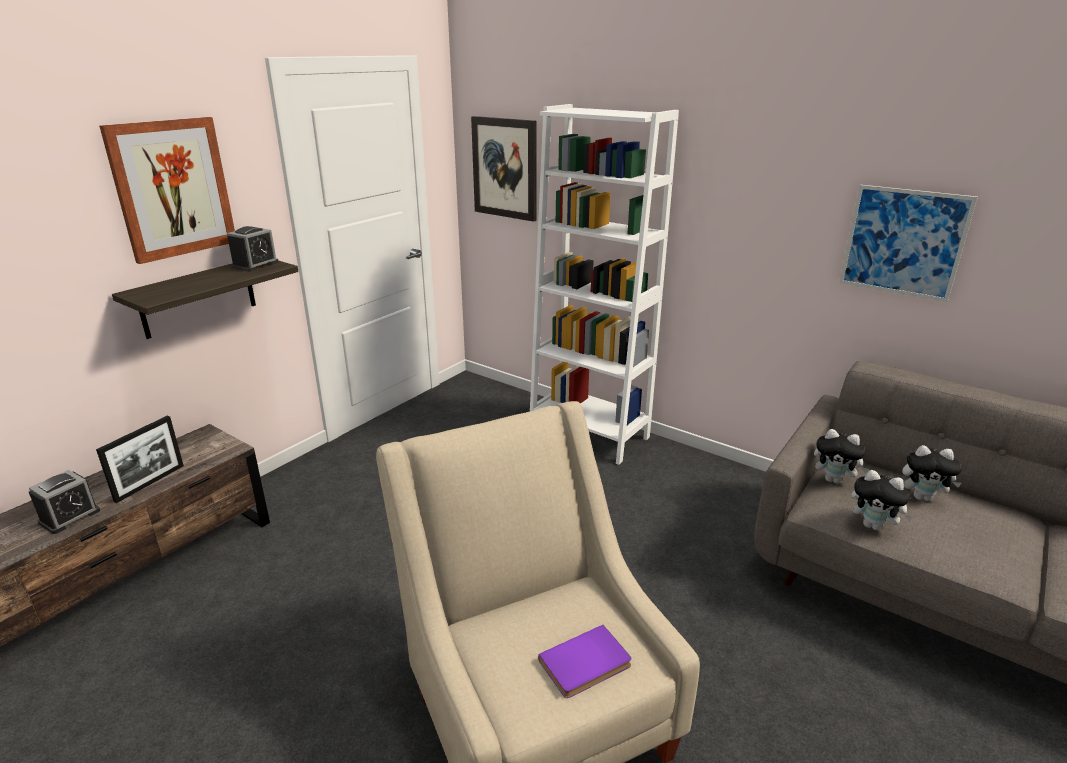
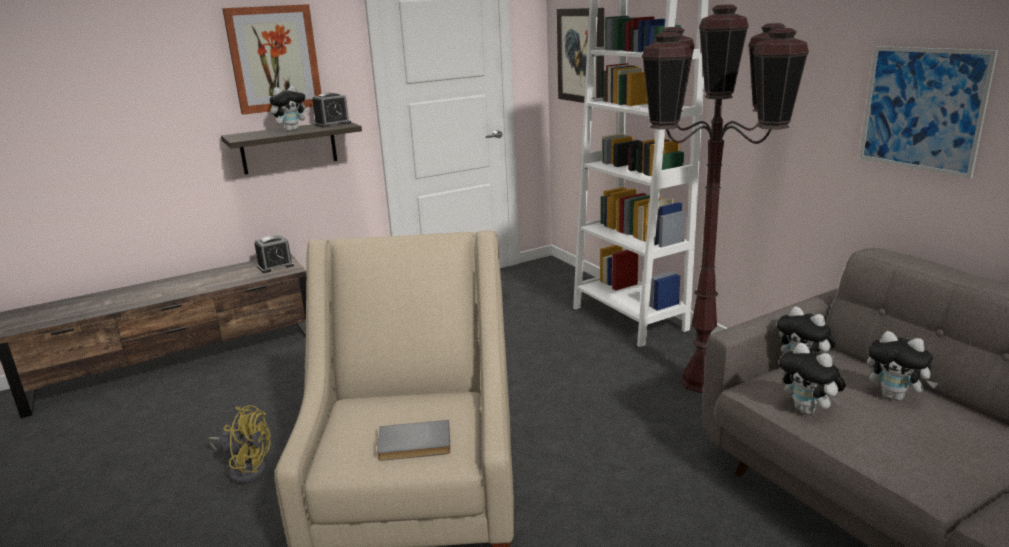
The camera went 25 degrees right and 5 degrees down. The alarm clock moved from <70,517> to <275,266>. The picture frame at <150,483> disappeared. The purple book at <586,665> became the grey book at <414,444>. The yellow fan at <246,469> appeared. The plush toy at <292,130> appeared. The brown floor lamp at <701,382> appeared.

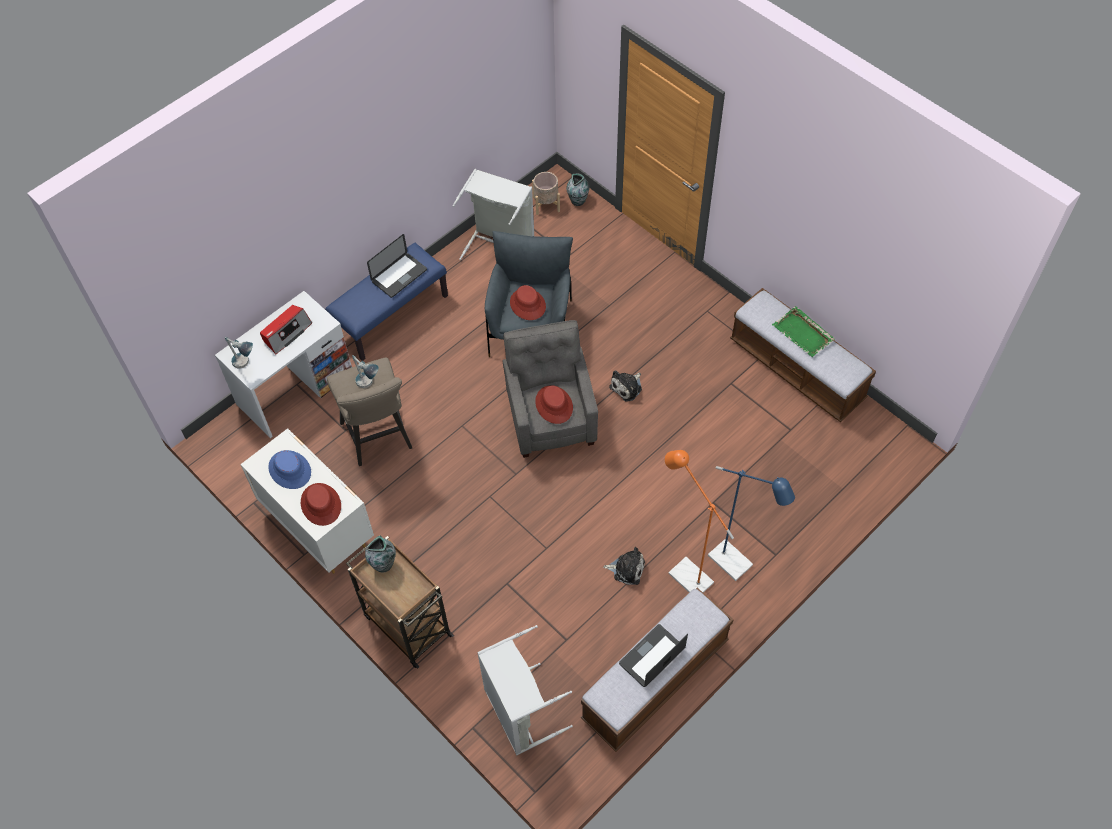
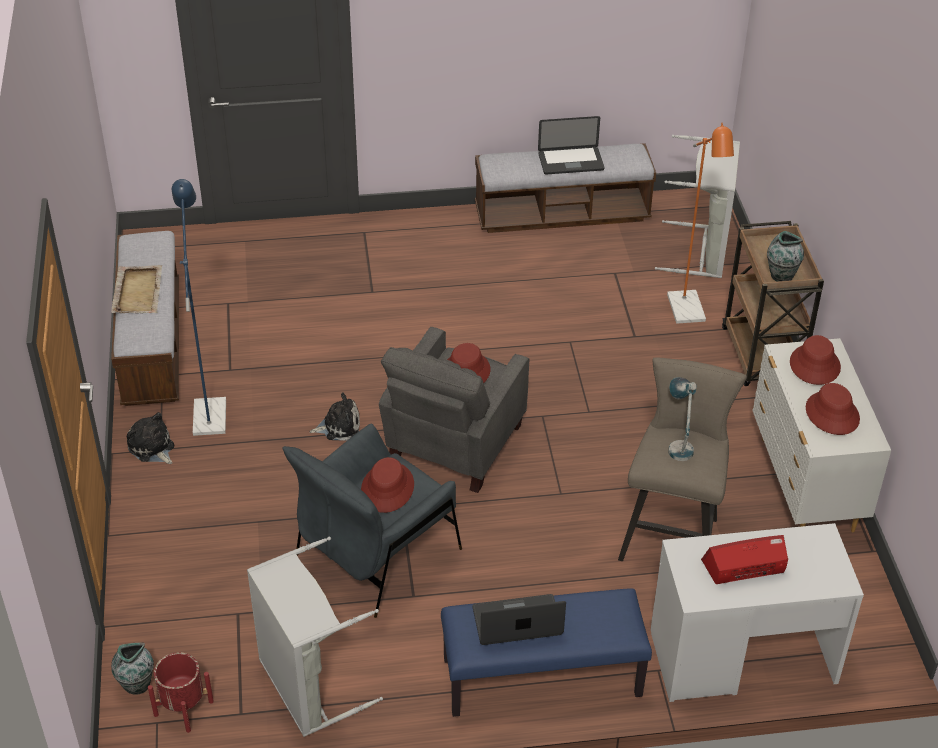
The camera went 145 degrees left and 15 degrees down. The table lamp at <246,365> disappeared. The blue hat at <290,470> became the red hat at <831,414>. The beige planter at <546,204> became the red planter at <184,708>. The plush toy moved from <627,569> to <152,448>. The orange floor lamp moved from <684,573> to <688,314>. The blue floor lamp moved from <736,565> to <209,410>. The green tray at <803,333> became the beige tray at <138,291>.

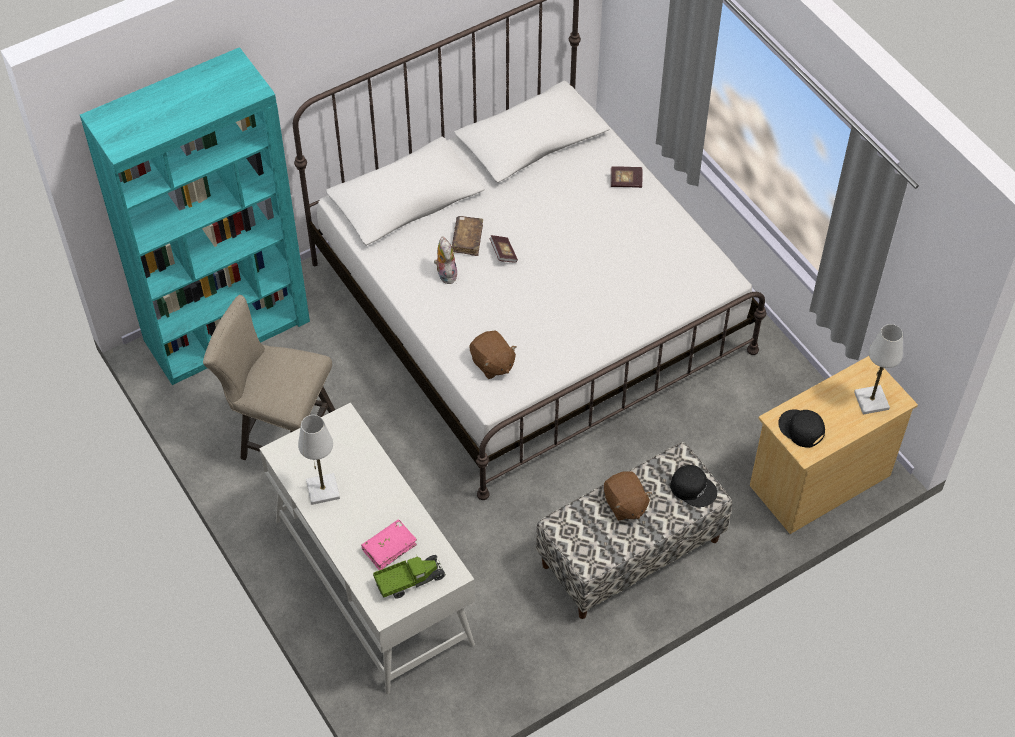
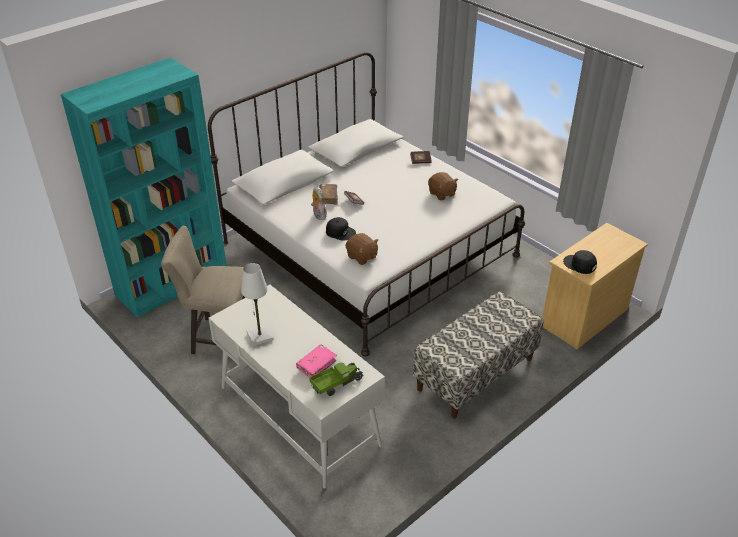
The camera went 10 degrees left and 15 degrees down. The brown plush toy moved from <625,504> to <441,194>. The black cap moved from <693,488> to <340,232>. The white table lamp at <871,400> disappeared.

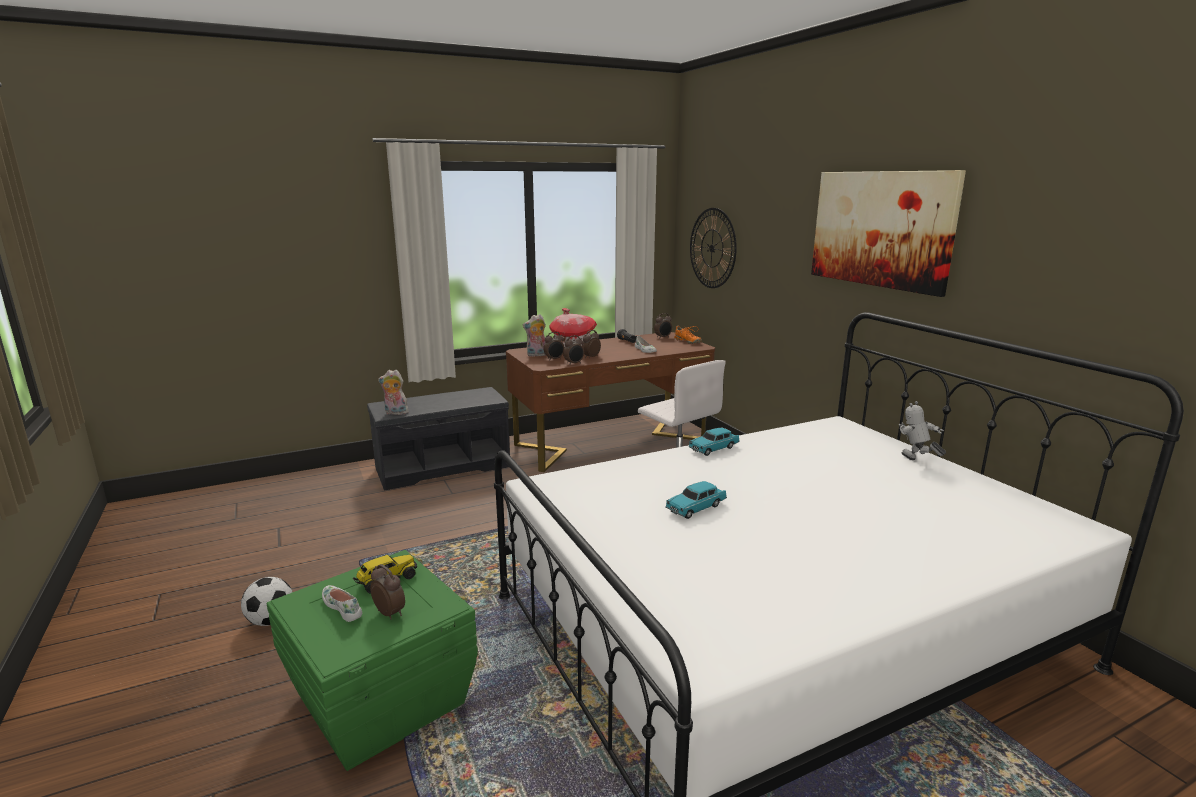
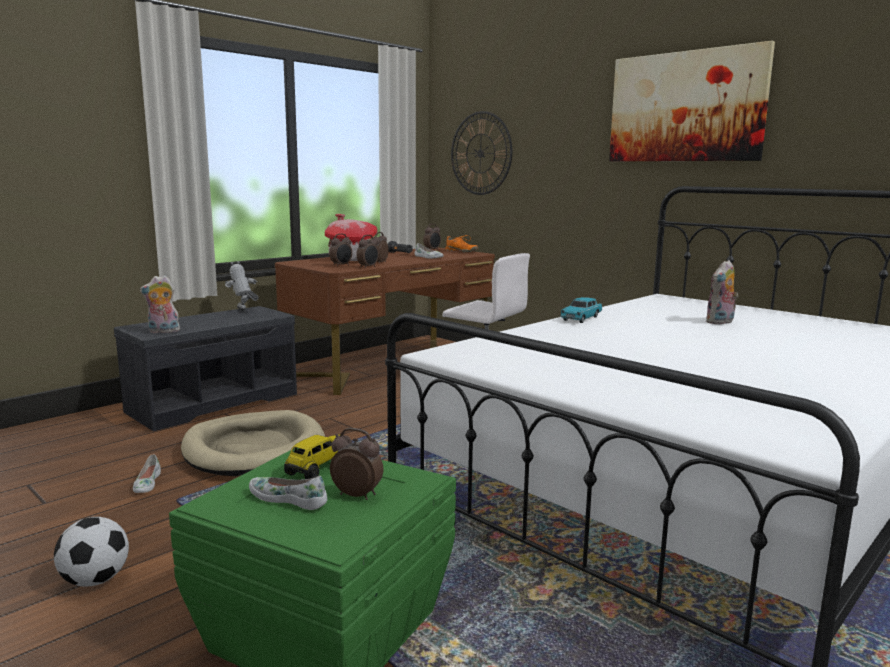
The camera went 20 degrees left and 5 degrees down. The plush toy moved from <537,355> to <720,322>. The turquoise toy car at <696,508> disappeared. The toy robot moved from <915,462> to <244,311>. The white shoe at <146,483> appeared. The beige dog bed at <254,449> appeared.

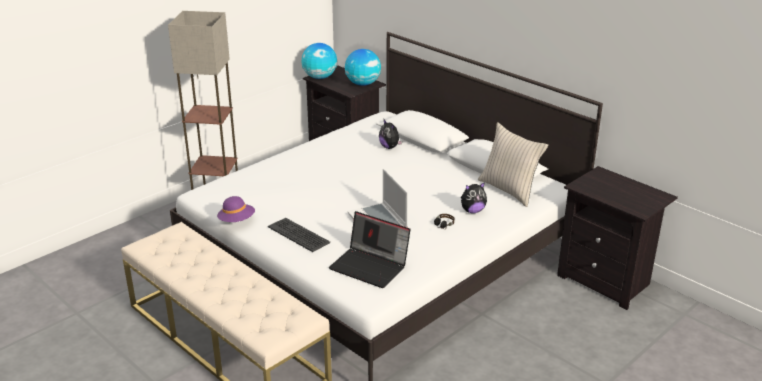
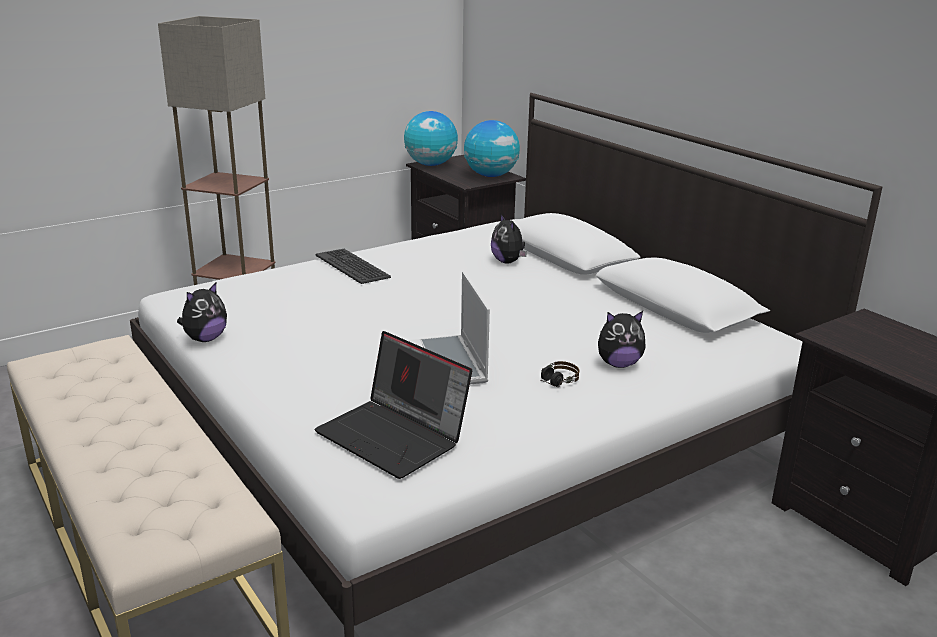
The camera went 10 degrees right and 5 degrees down. The purple hat at <237,221> was replaced by the plush toy at <205,339>. The keyboard moved from <299,235> to <353,266>. The beige pillow at <509,190> disappeared.

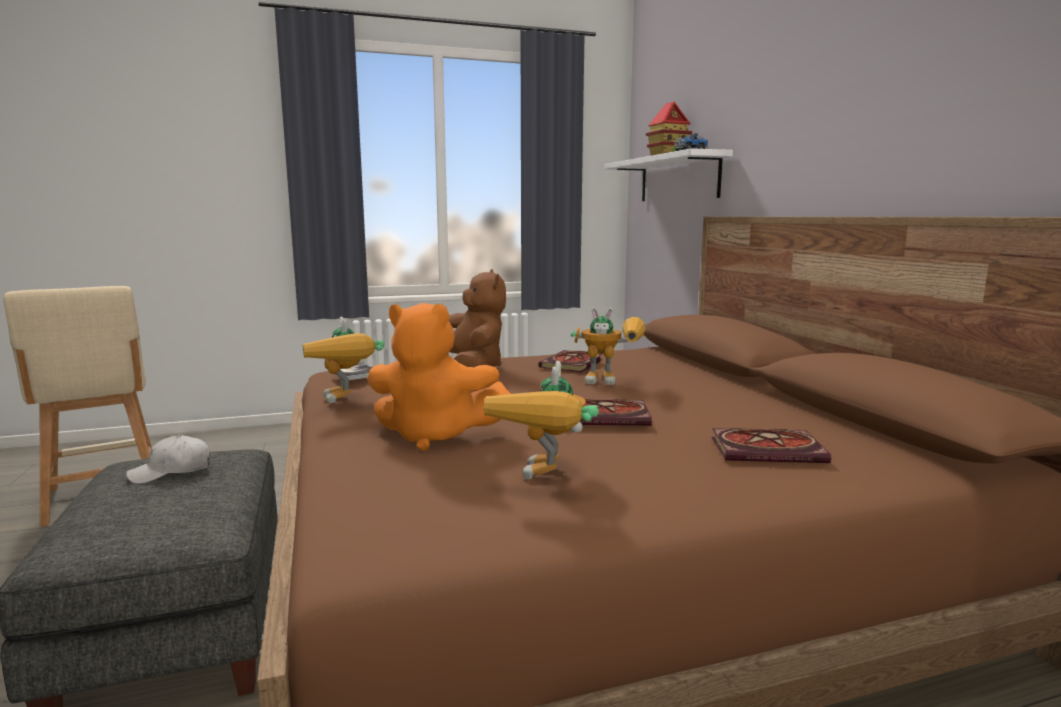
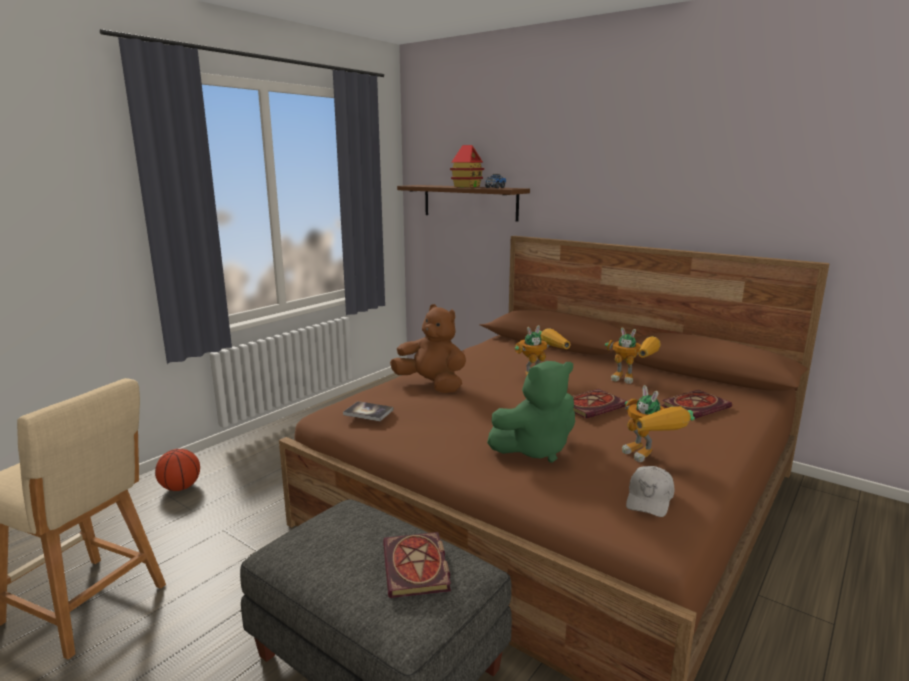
The camera went 35 degrees left and 5 degrees up. The white cap moved from <171,471> to <649,499>. The toy robot moved from <346,401> to <632,380>. The orange plush toy at <435,436> became the green plush toy at <535,449>. The book moved from <572,364> to <417,568>. The white shelf at <678,179> became the brown shelf at <469,202>. The basketball at <180,487> appeared.

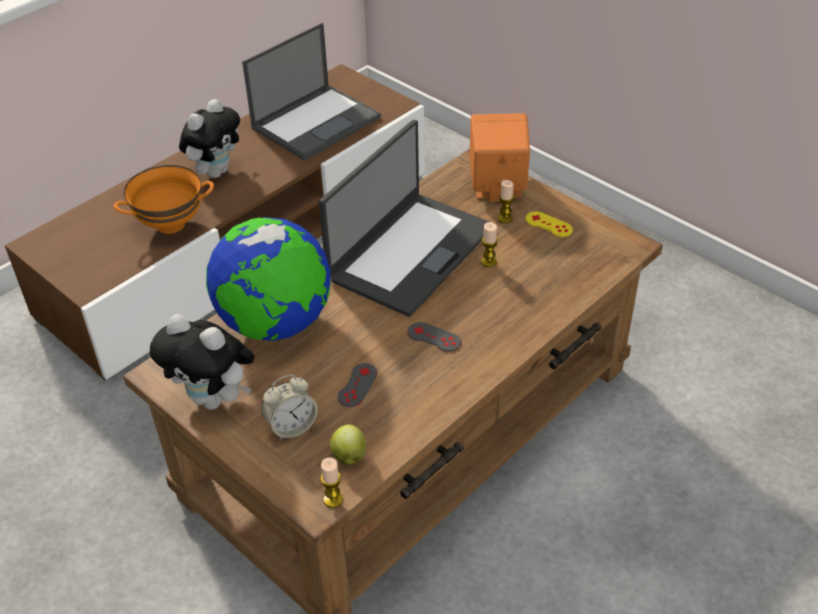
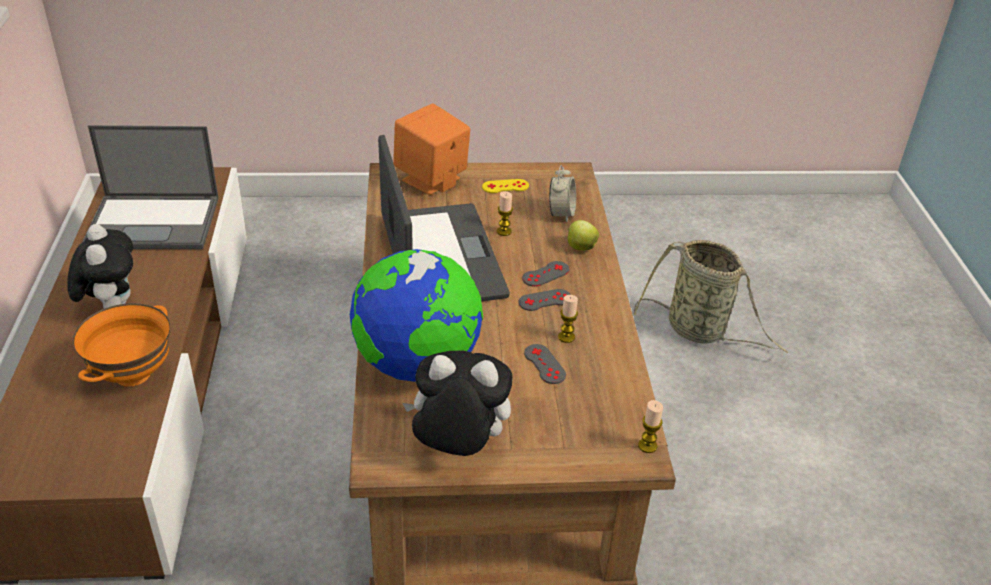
The camera went 50 degrees left and 5 degrees down. The plush toy at <214,399> turned 150 degrees counterclockwise. The laptop at <317,122> turned 90 degrees clockwise. The alarm clock moved from <291,426> to <561,214>. The apple moved from <349,455> to <580,247>. The candle moved from <505,218> to <566,337>. The grey game controller at <545,274> appeared. The basket at <700,331> appeared.

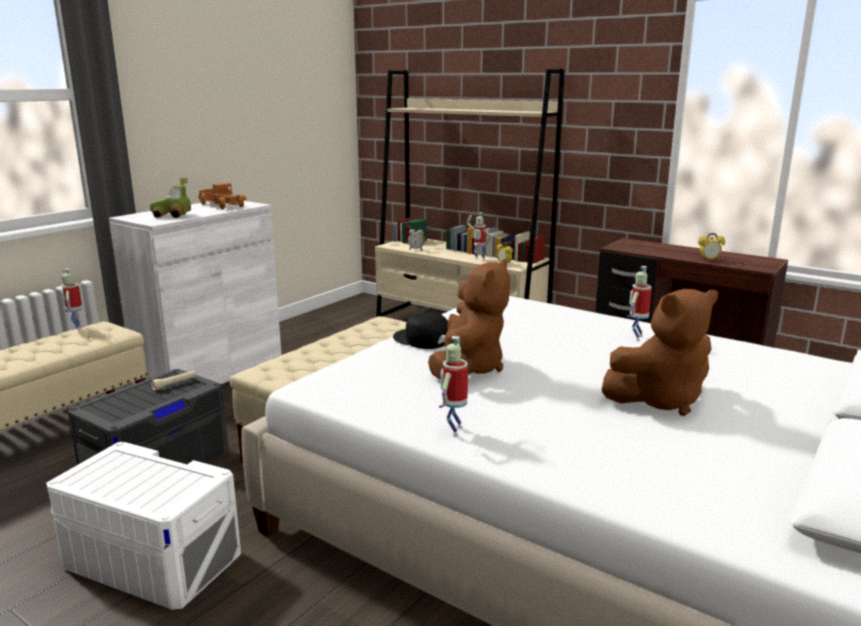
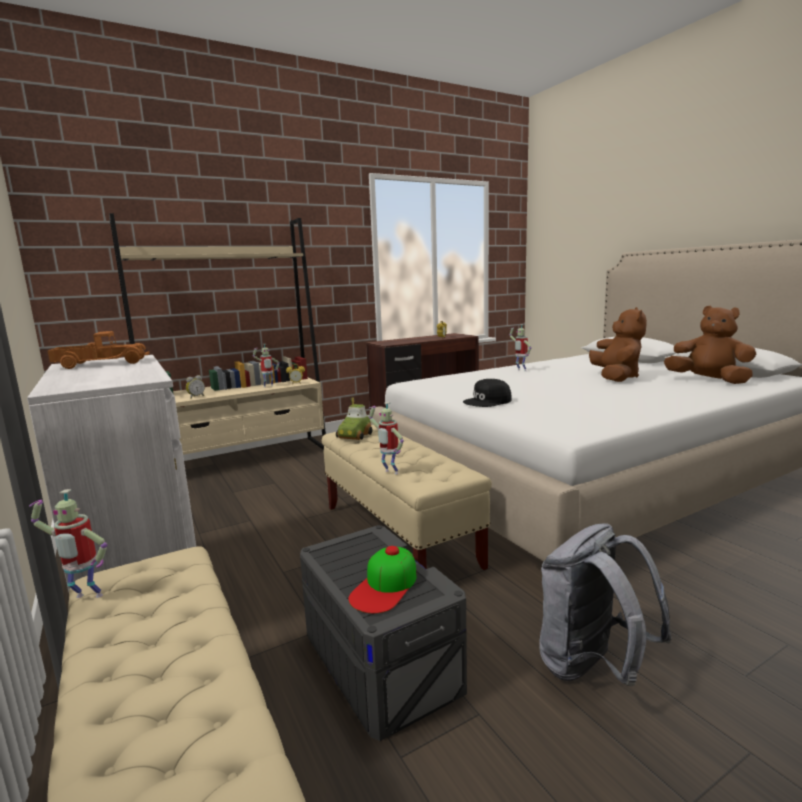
The camera went 65 degrees left and 5 degrees down. The white storage box at <152,559> was replaced by the grey backpack at <592,668>. The toy car moved from <171,215> to <355,436>. The beige flashlight at <175,384> disappeared. The brown plush toy moved from <468,368> to <709,381>. The toy robot moved from <454,430> to <389,473>. The cap at <385,586> appeared.

